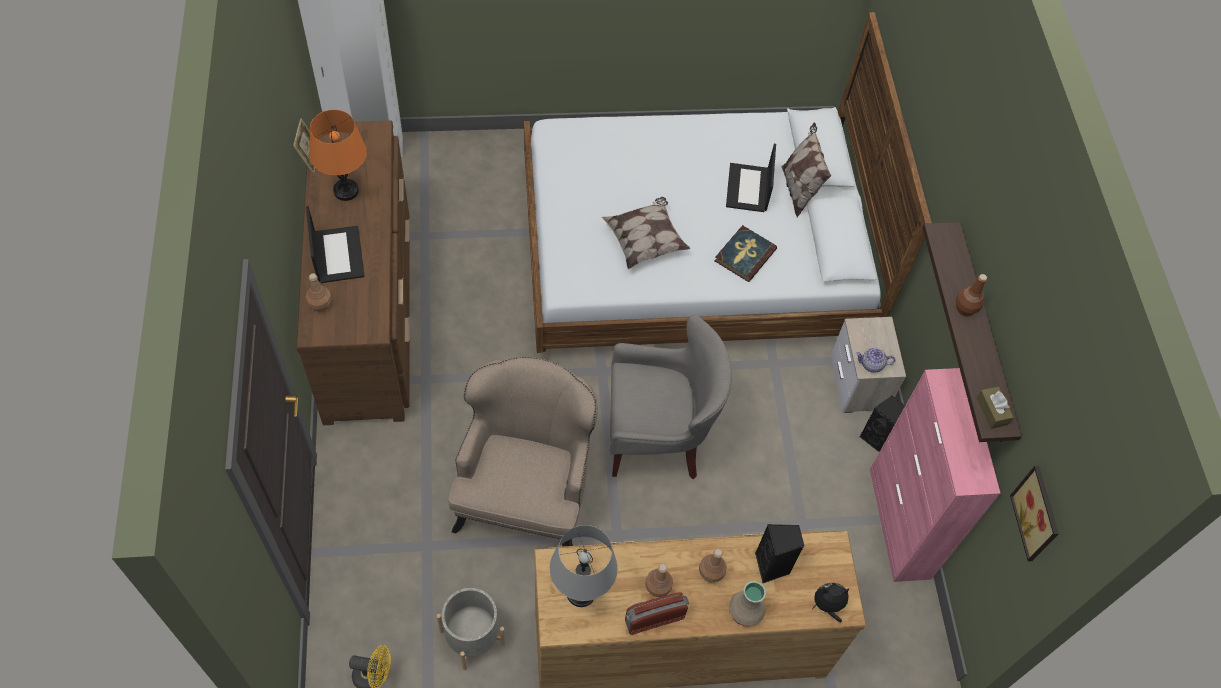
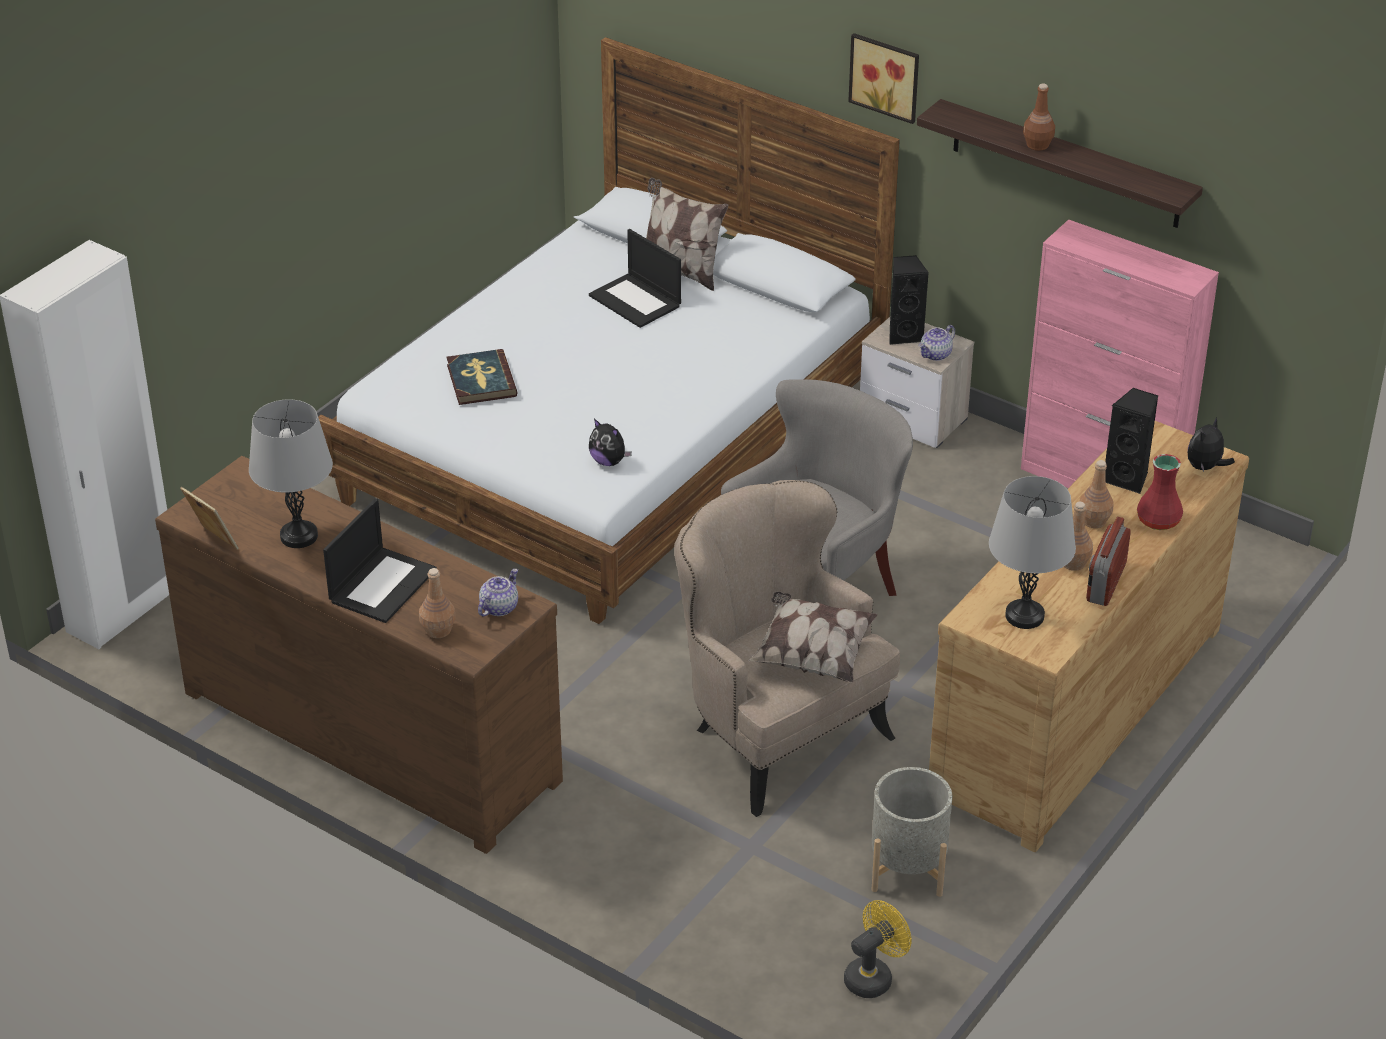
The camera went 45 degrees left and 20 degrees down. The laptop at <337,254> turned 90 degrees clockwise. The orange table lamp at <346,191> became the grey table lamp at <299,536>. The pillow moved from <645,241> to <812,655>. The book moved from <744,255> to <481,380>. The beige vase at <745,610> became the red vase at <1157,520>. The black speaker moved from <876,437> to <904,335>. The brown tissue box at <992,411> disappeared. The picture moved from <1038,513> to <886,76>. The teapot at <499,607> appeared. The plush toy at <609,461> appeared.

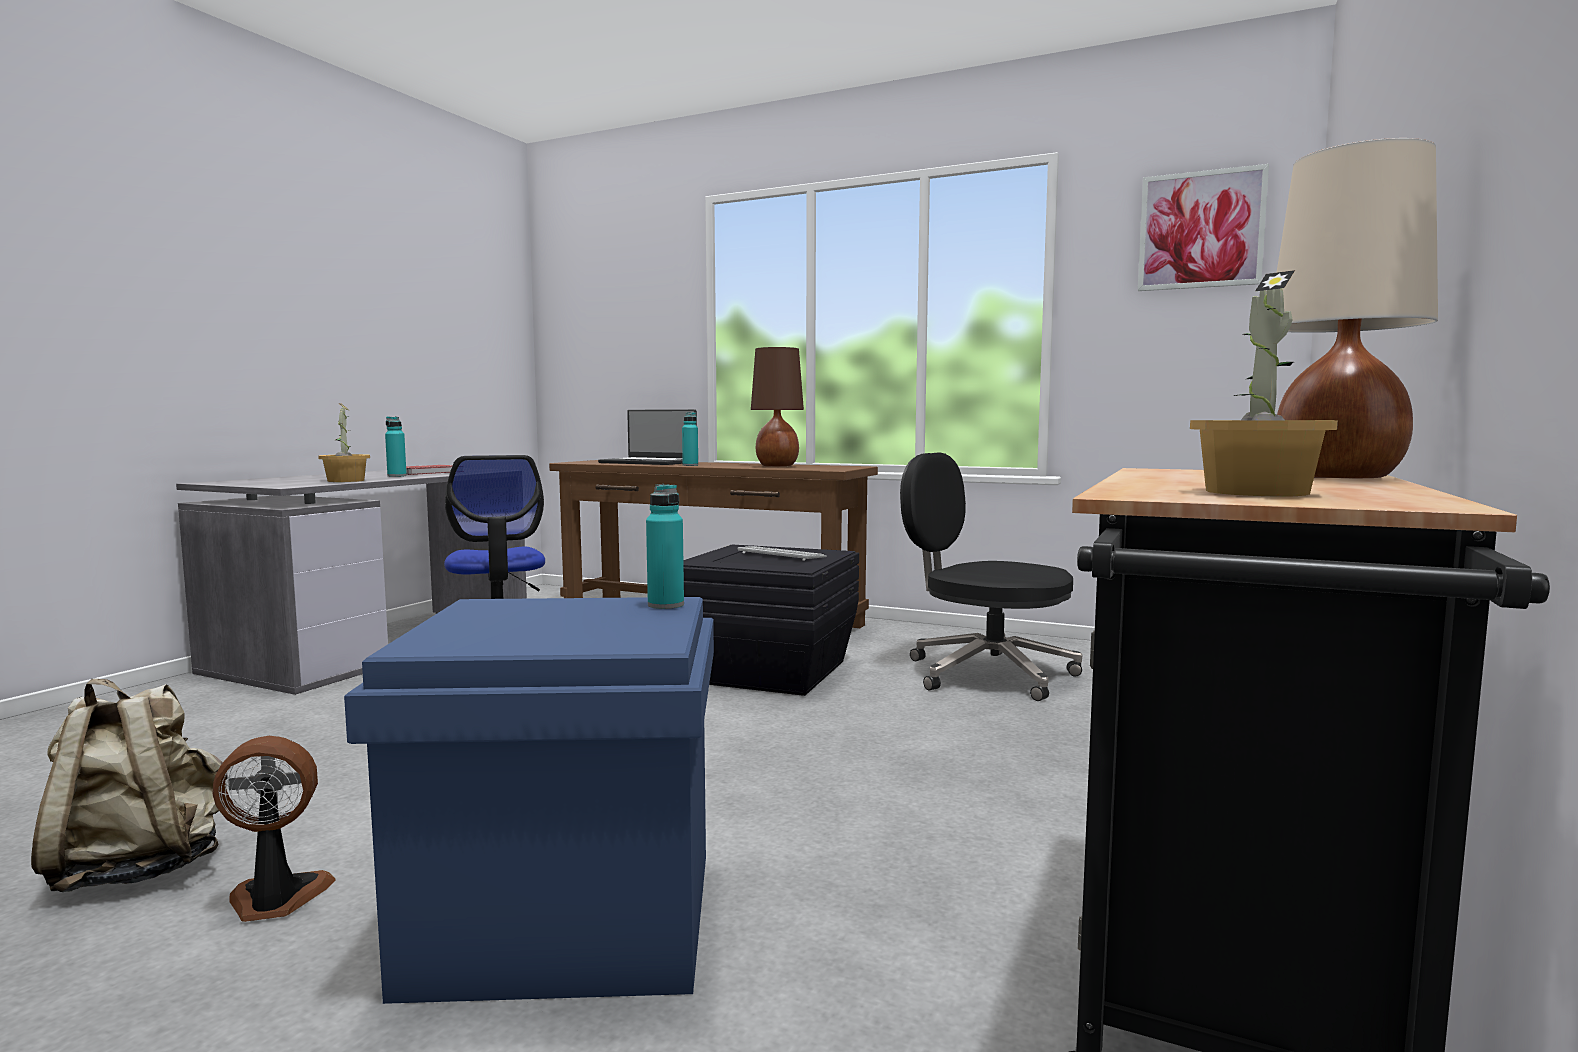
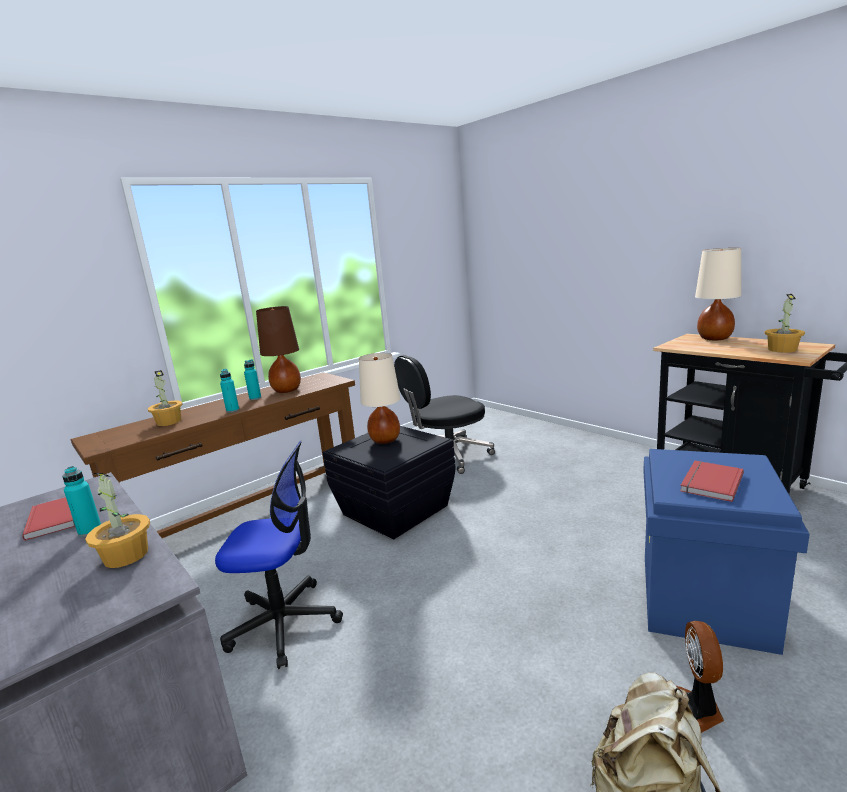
The camera went 65 degrees left and 10 degrees up. The laptop at <648,462> was replaced by the potted plant at <169,422>. The turquoise bottle moved from <666,605> to <255,398>. The keyboard at <781,554> was replaced by the beige table lamp at <385,440>. The picture at <1201,230> disappeared. The red book at <709,482> appeared.

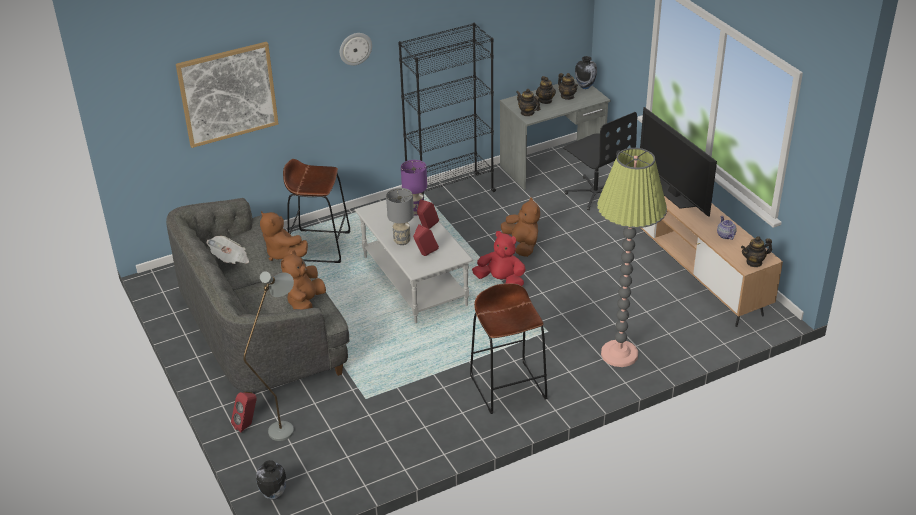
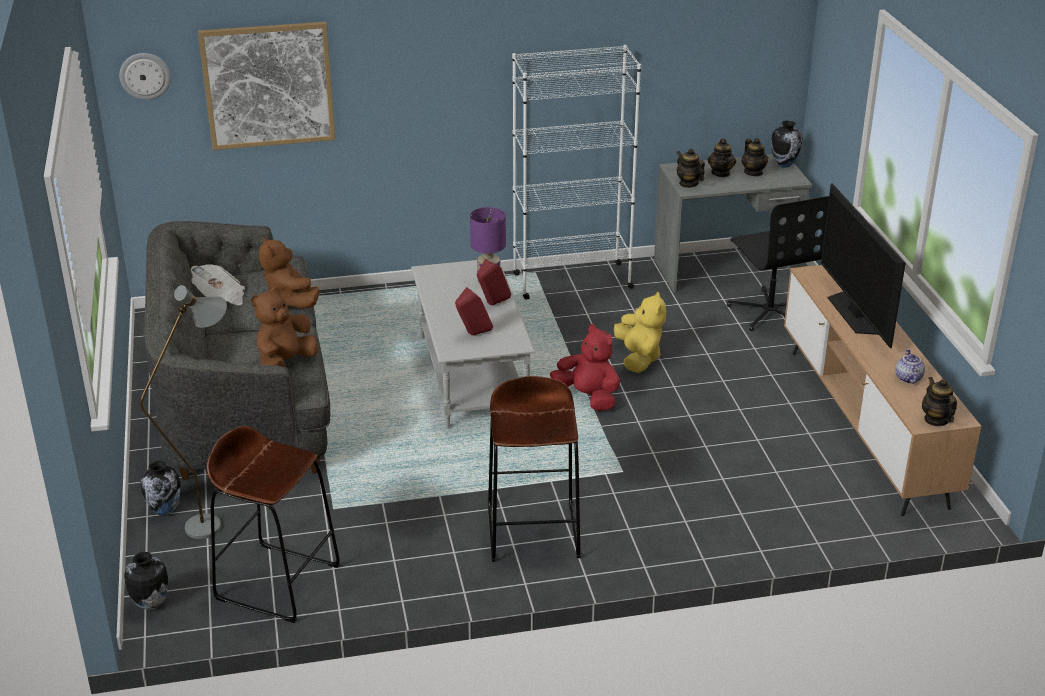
The camera went 15 degrees right and 5 degrees down. The red speaker at <247,425> was replaced by the vase at <165,511>. The brown stool moved from <319,246> to <277,582>. The wall clock moved from <355,48> to <145,75>. The grey table lamp at <402,241> disappeared. The black bookcase at <450,193> became the white bookcase at <572,281>. The brown plush toy at <522,245> became the yellow plush toy at <638,358>. The floor lamp at <619,354> disappeared. The teapot at <754,262> turned 75 degrees clockwise.

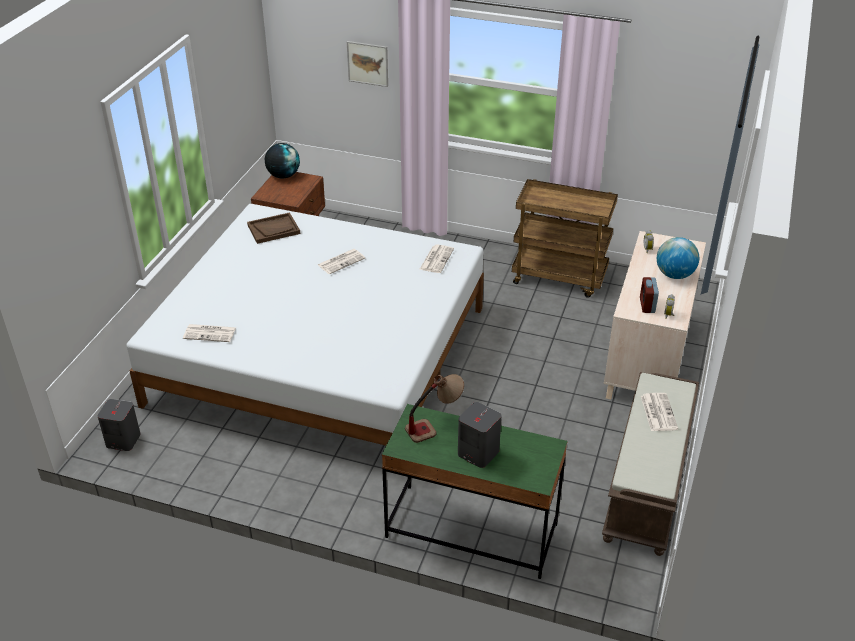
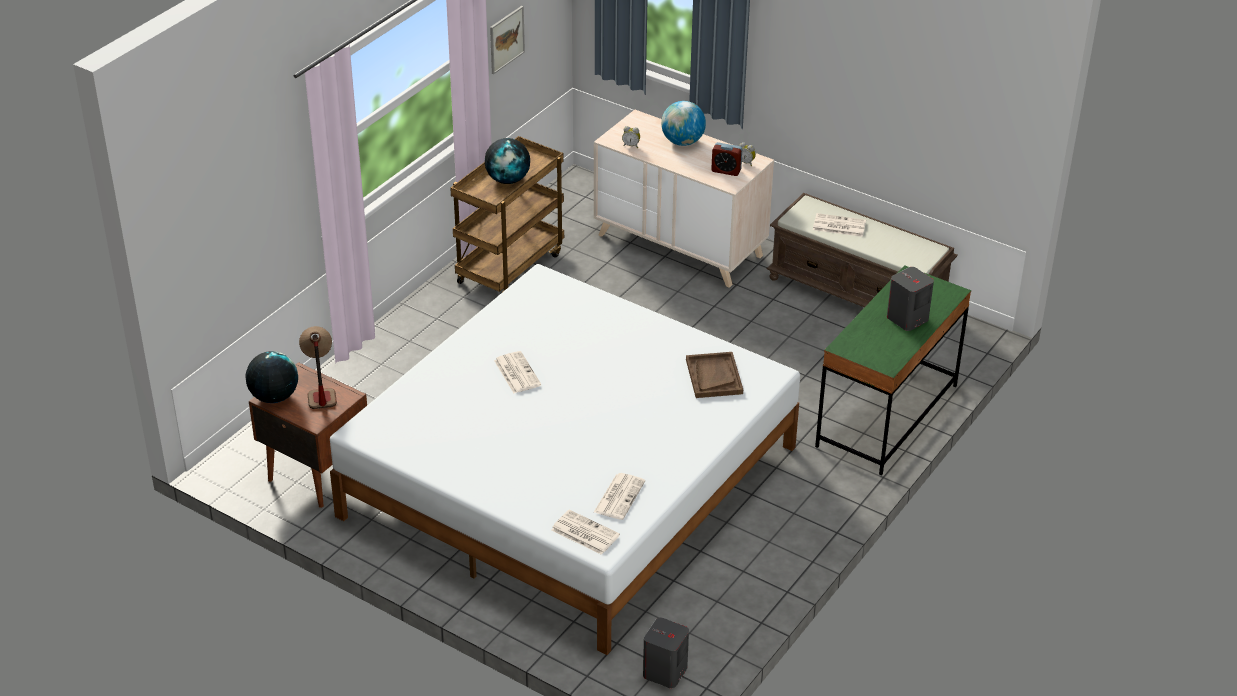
The camera went 75 degrees left and 0 degrees up. The brown tray moved from <274,229> to <713,376>. The picture moved from <367,63> to <506,39>. The table lamp moved from <434,426> to <320,389>. The newspaper moved from <436,259> to <584,533>. The globe at <508,180> appeared.

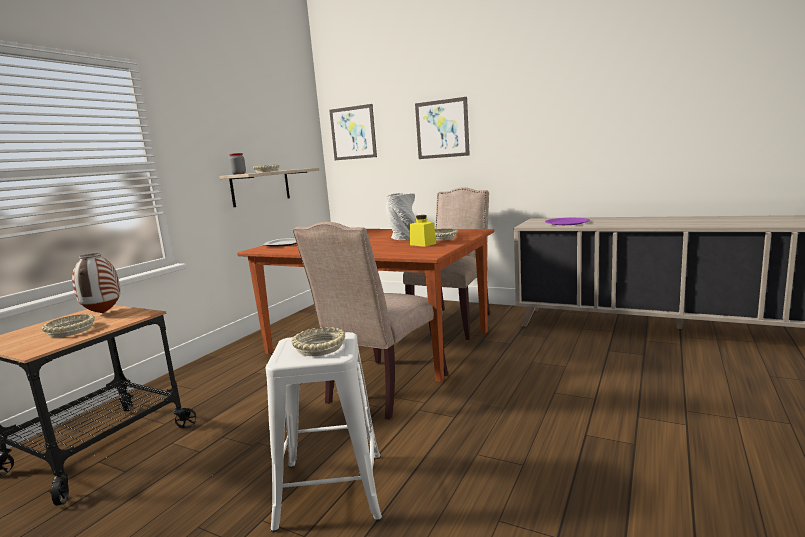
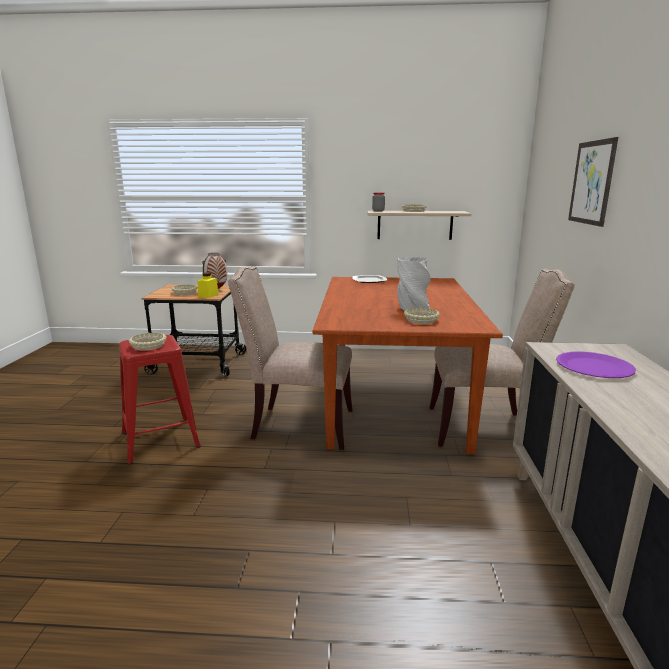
The camera went 65 degrees right and 5 degrees up. The white stool at <331,489> became the red stool at <160,439>. The picture at <353,133> disappeared. The yellow jar moved from <423,244> to <208,295>.

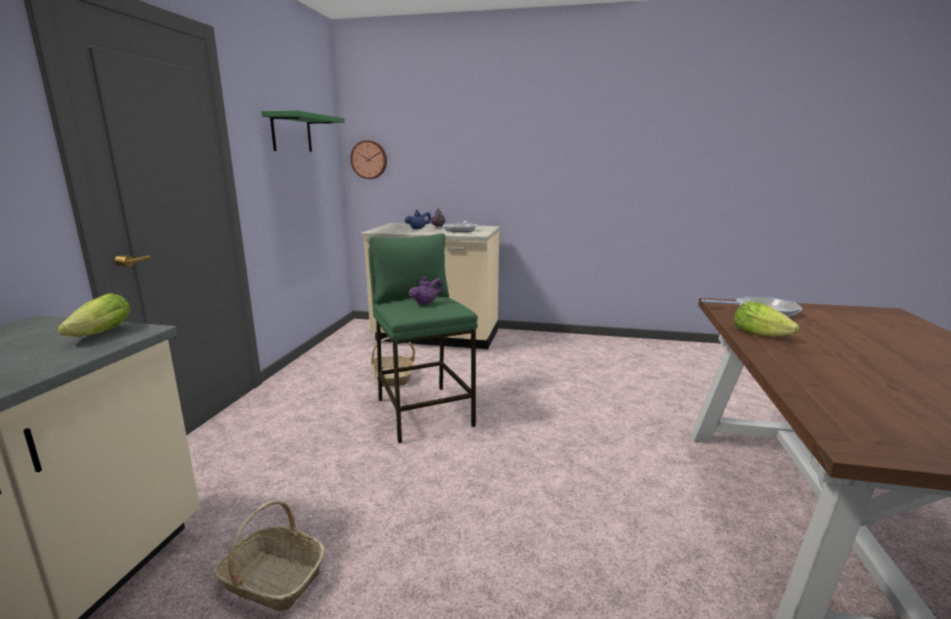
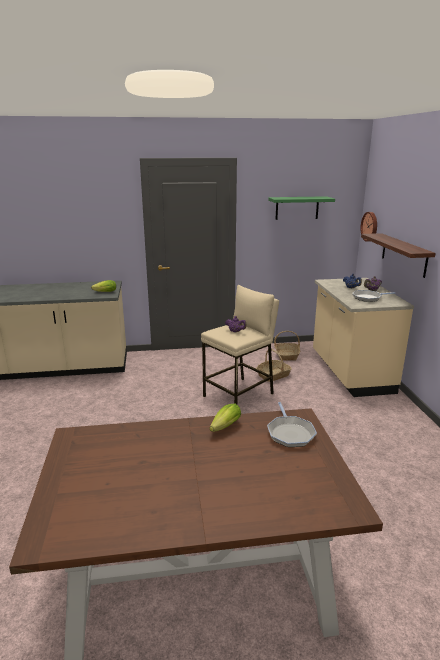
The camera went 70 degrees right and 5 degrees up. The basket moved from <272,580> to <287,355>. The green stool at <424,412> became the beige stool at <239,395>. The shelf at <404,254> appeared.

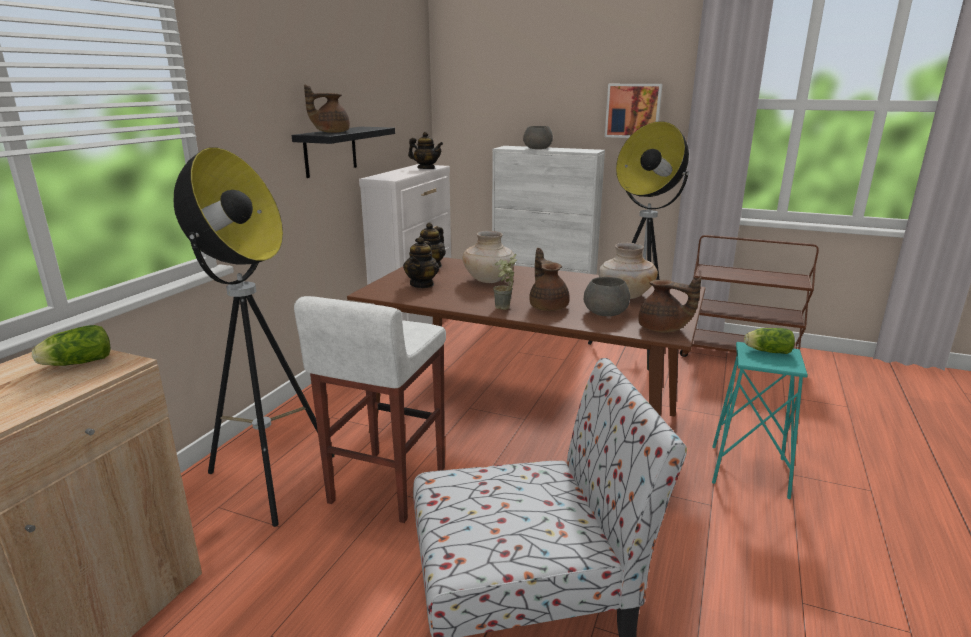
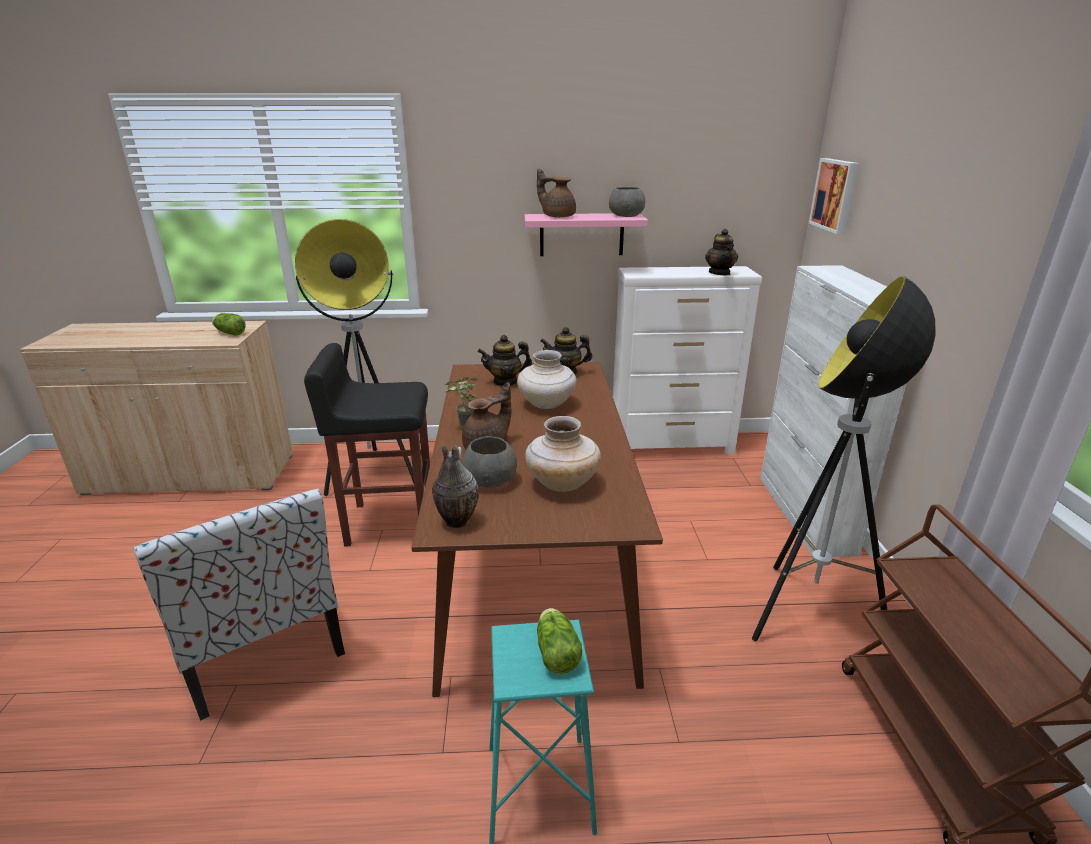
The camera went 65 degrees right and 5 degrees up. The black shelf at <330,151> became the pink shelf at <581,234>. The white stool at <386,485> became the black stool at <389,522>. The grey bowl moved from <538,148> to <627,216>. The picture moved from <633,110> to <836,195>. The brown teapot at <662,329> was replaced by the vase at <455,522>.

